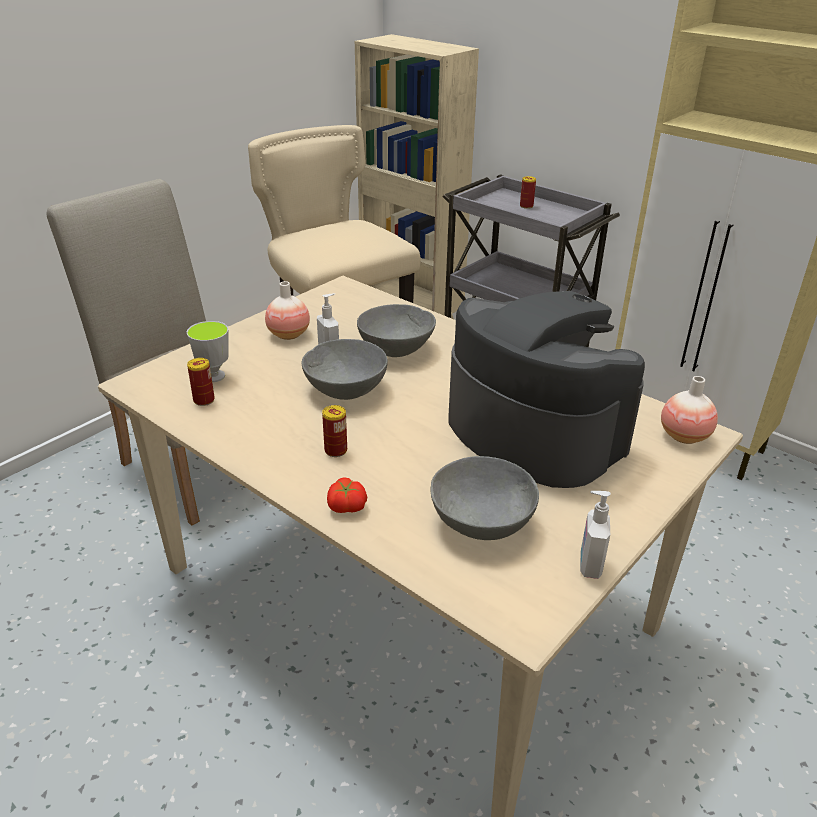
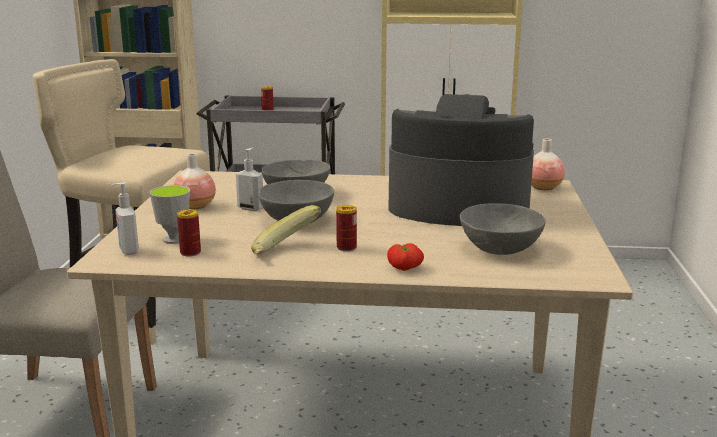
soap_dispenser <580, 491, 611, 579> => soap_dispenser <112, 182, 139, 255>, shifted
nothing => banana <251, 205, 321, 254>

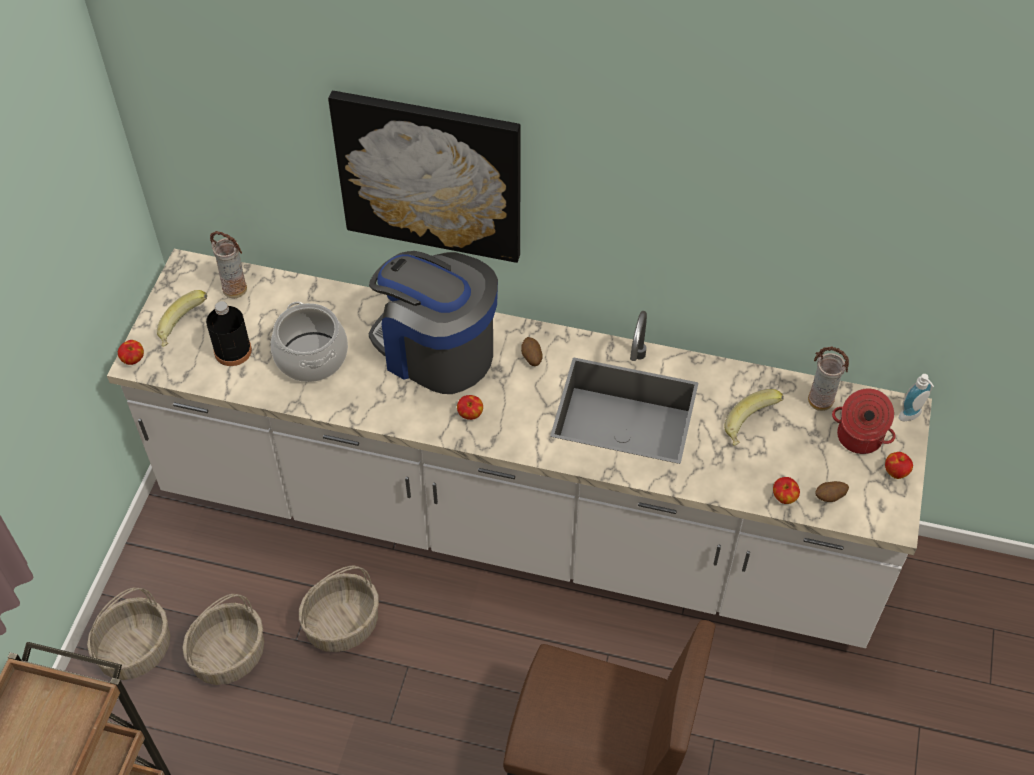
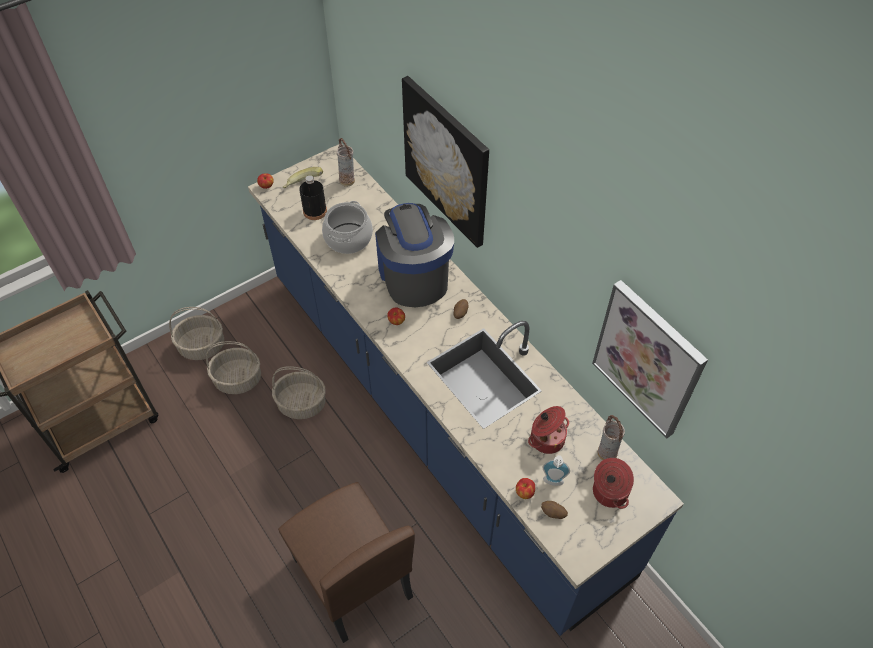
white_counter <107, 249, 932, 648> => blue_counter <248, 144, 684, 636>
soap_dispenser <899, 374, 934, 421> => soap_dispenser <542, 455, 570, 486>, shifted
banana <725, 389, 784, 446> => cooking_pot <528, 406, 569, 454>
apple <885, 452, 913, 479> => nothing
nothing => picture <592, 280, 708, 439>

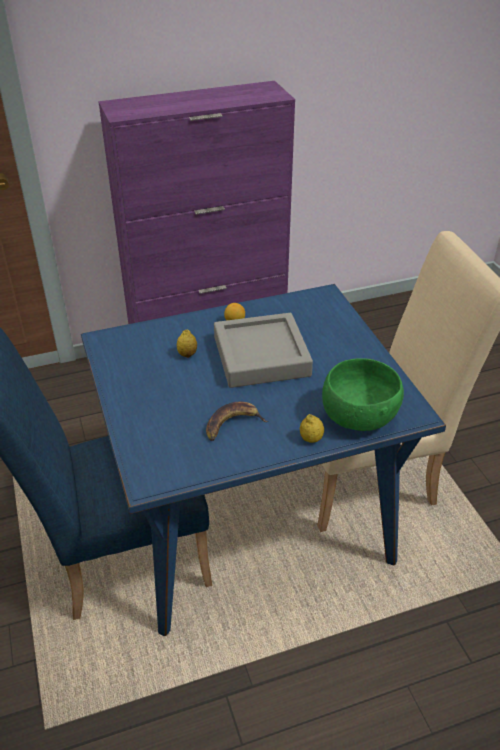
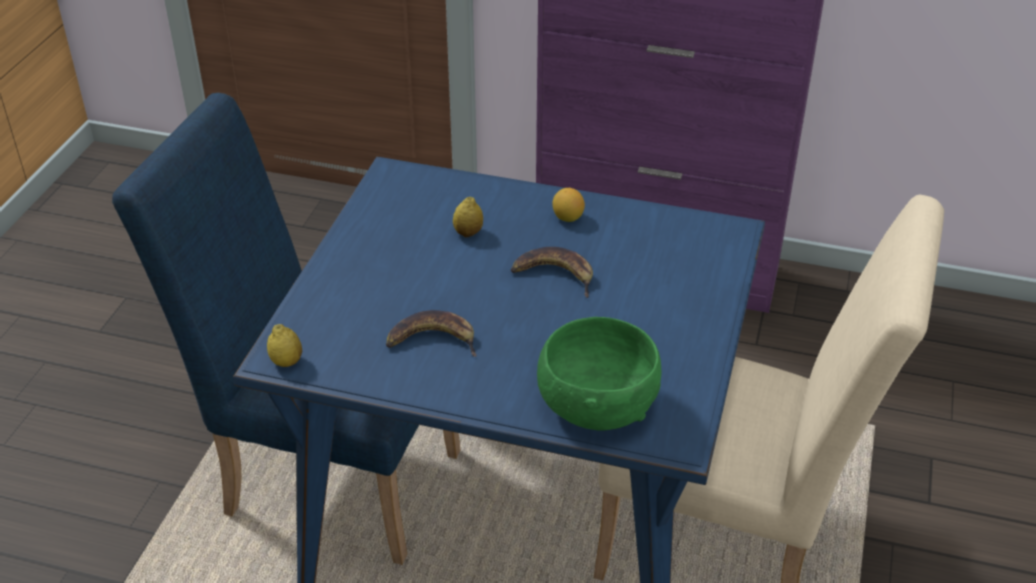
grey_tray <214, 313, 313, 388> => banana <510, 247, 593, 298>
lemon <300, 414, 324, 443> => lemon <267, 324, 302, 367>, shifted

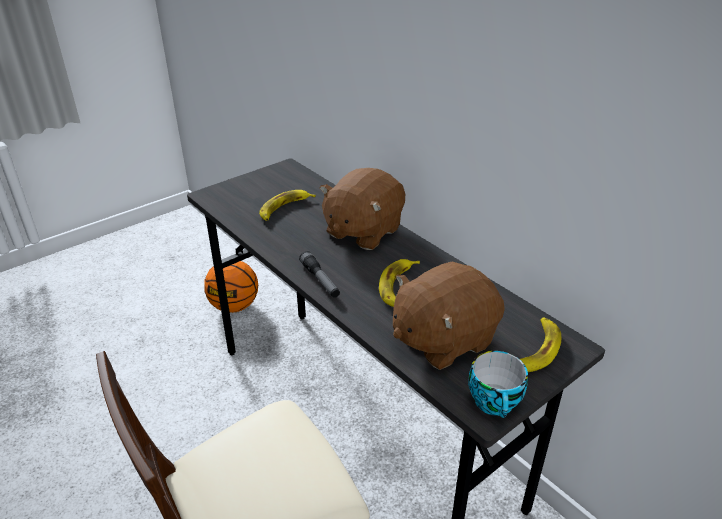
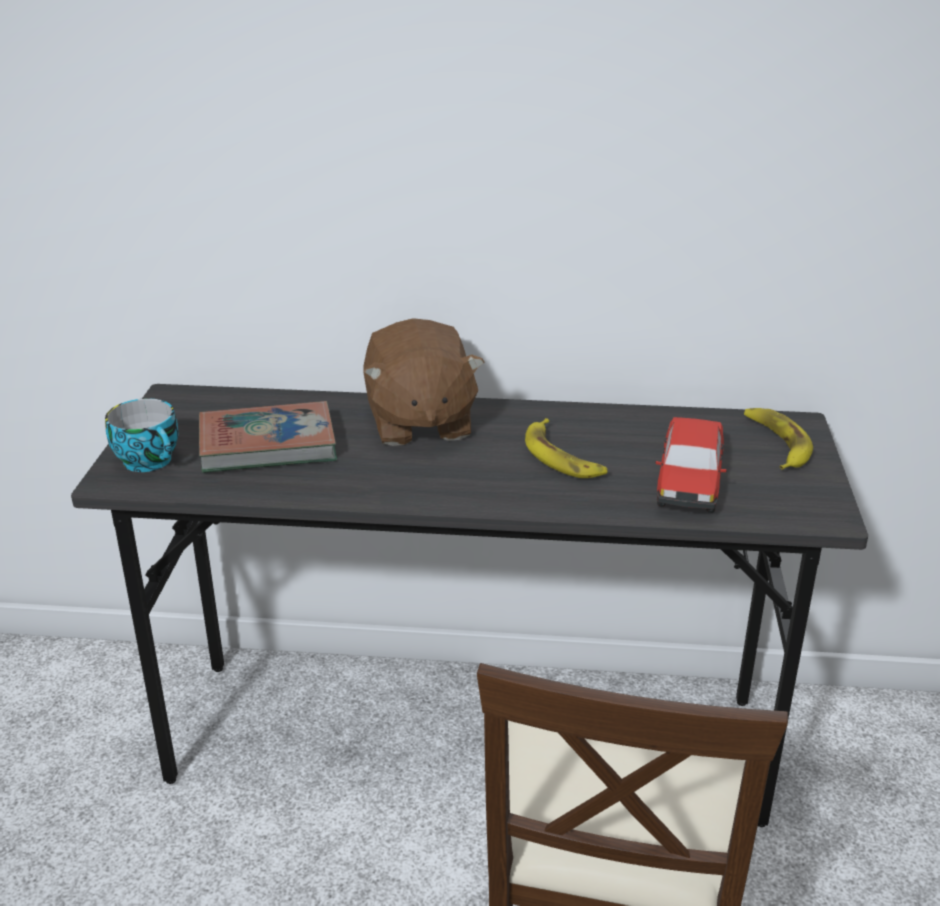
banana <259, 190, 316, 221> => book <199, 401, 337, 473>
flashlight <299, 251, 340, 298> => nothing
basketball <204, 261, 258, 313> => nothing
brown_plush_toy <393, 262, 505, 370> => toy_car <656, 417, 727, 513>
cup <468, 351, 528, 418> => cup <105, 399, 178, 472>, shifted

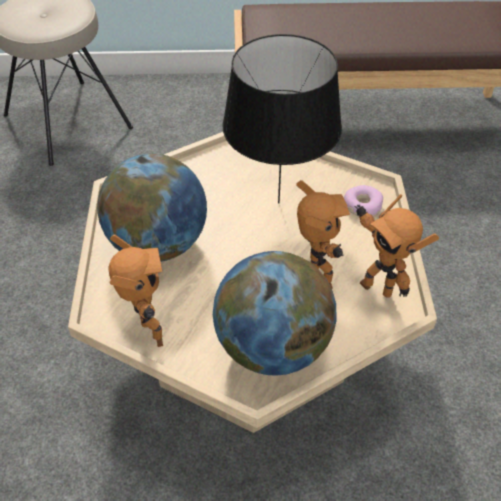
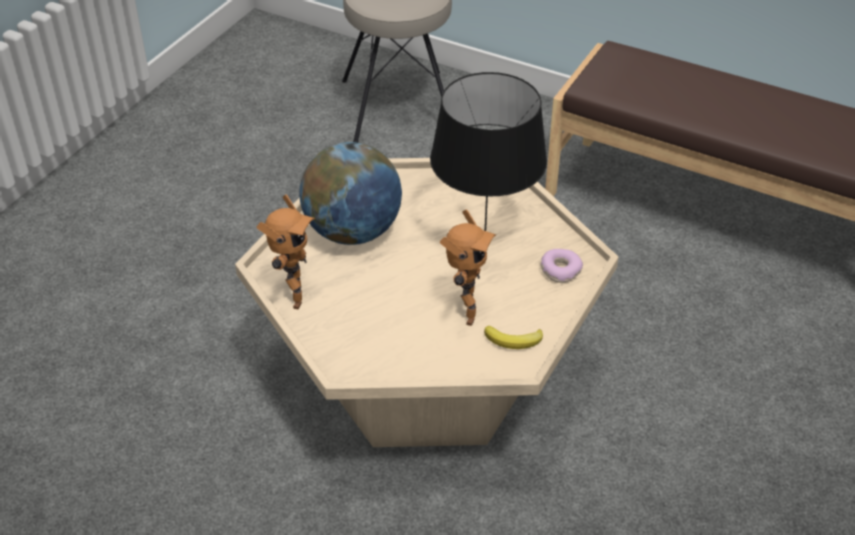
toy_robot <355, 194, 439, 298> => banana <484, 326, 543, 349>
globe <213, 251, 337, 376> => nothing

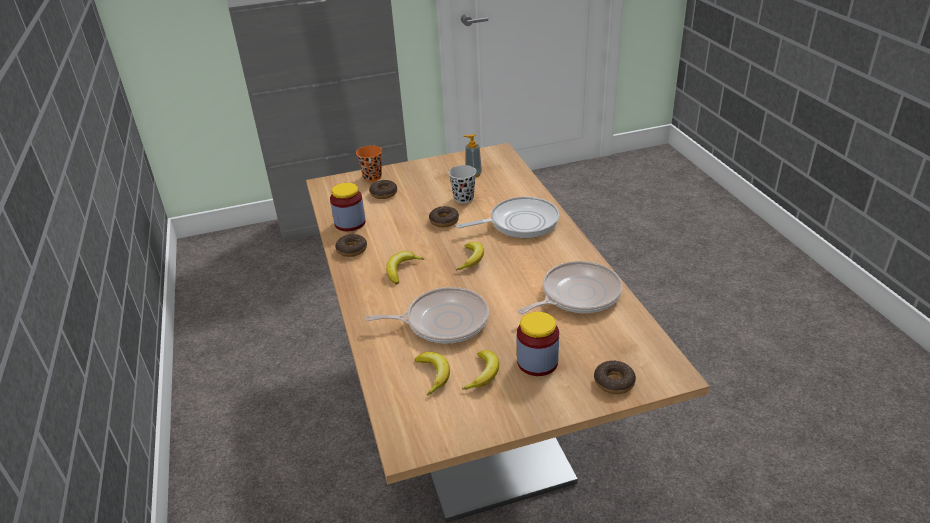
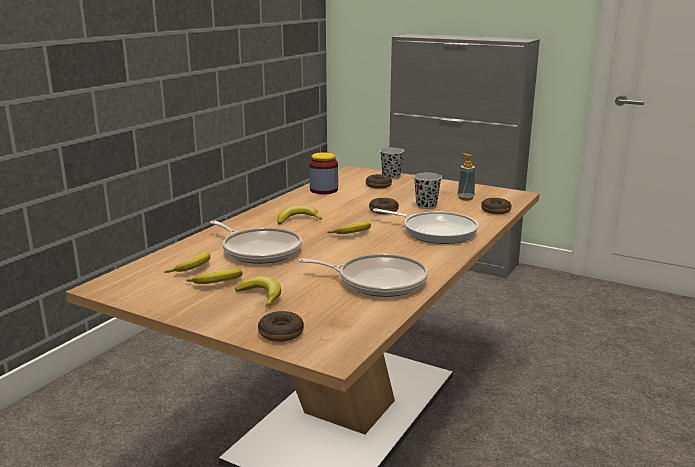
orange_cup <356, 145, 382, 182> => black_cup <380, 148, 404, 179>
donut <335, 234, 367, 257> => donut <481, 198, 512, 214>, shifted
jar <517, 312, 559, 376> => banana <235, 276, 281, 307>

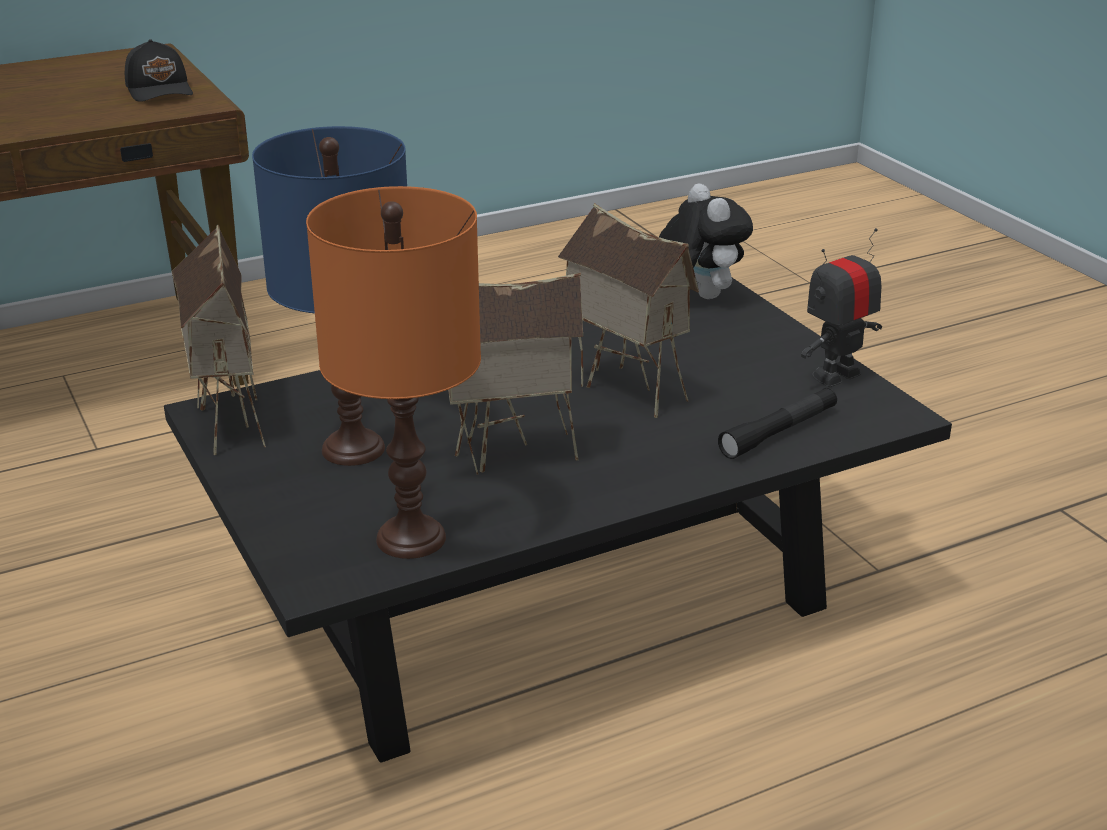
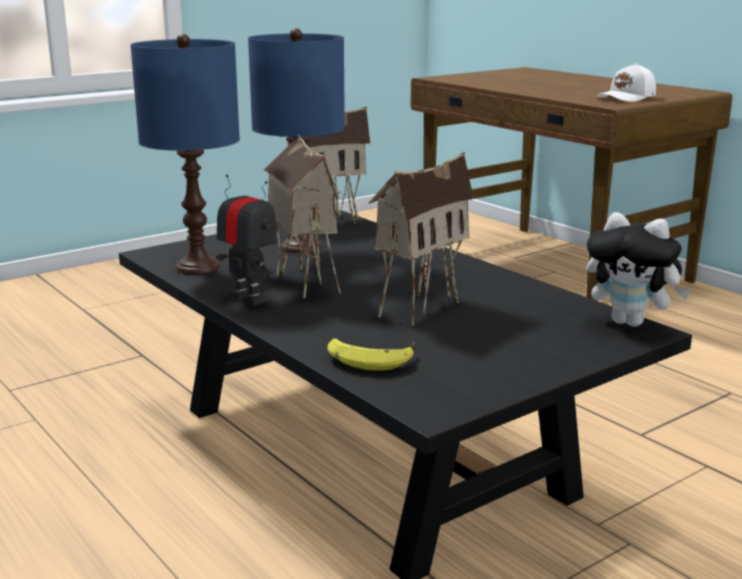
black_cap <125, 39, 193, 102> => white_cap <596, 63, 656, 102>
plush_toy <659, 184, 753, 299> => plush_toy <587, 212, 691, 327>, 60 degrees clockwise
orange_table_lamp <306, 186, 481, 559> => blue_table_lamp <130, 34, 240, 274>
toy_robot <801, 228, 882, 387> => toy_robot <216, 174, 278, 306>, shifted
black_flashlight <718, 387, 837, 459> => banana <327, 338, 415, 371>

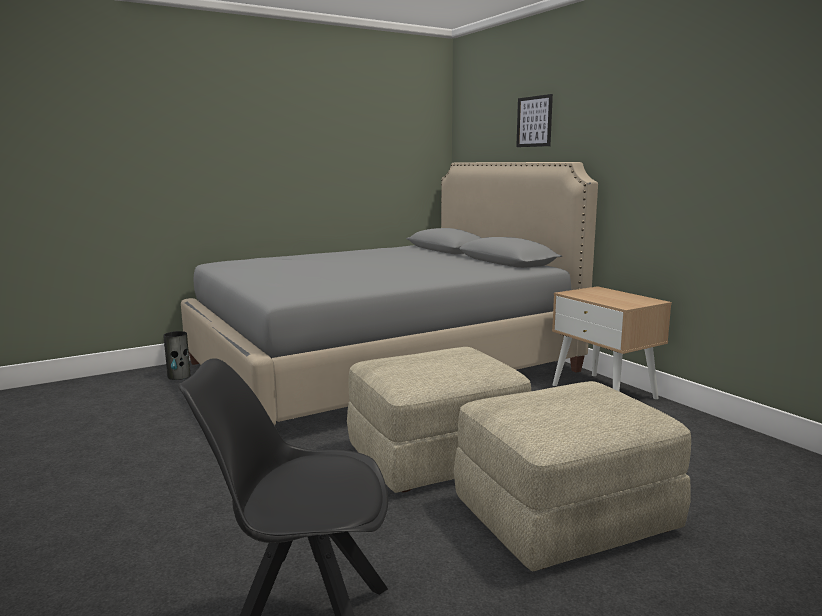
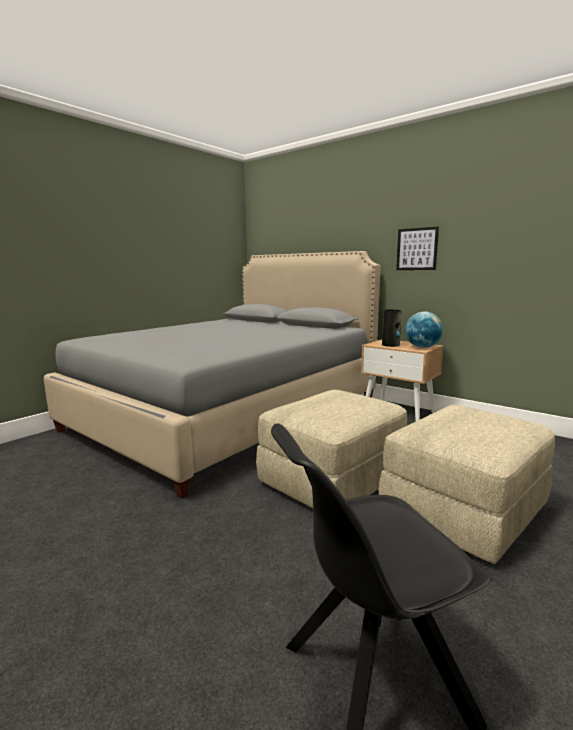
picture <516, 94, 553, 147> => picture <396, 227, 439, 270>, shifted
vase <163, 331, 190, 380> => vase <382, 310, 402, 347>, shifted
nothing => globe <405, 311, 443, 348>

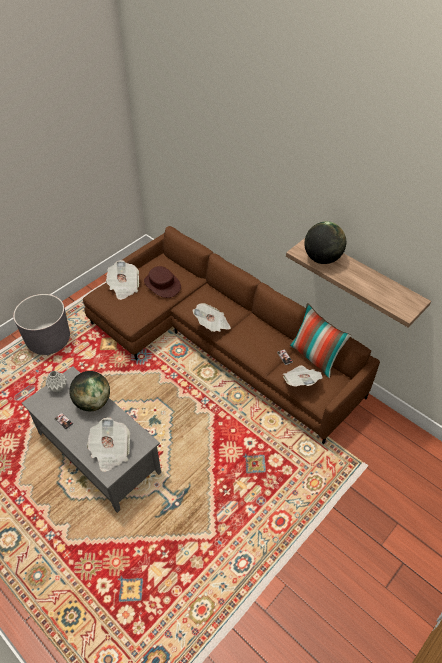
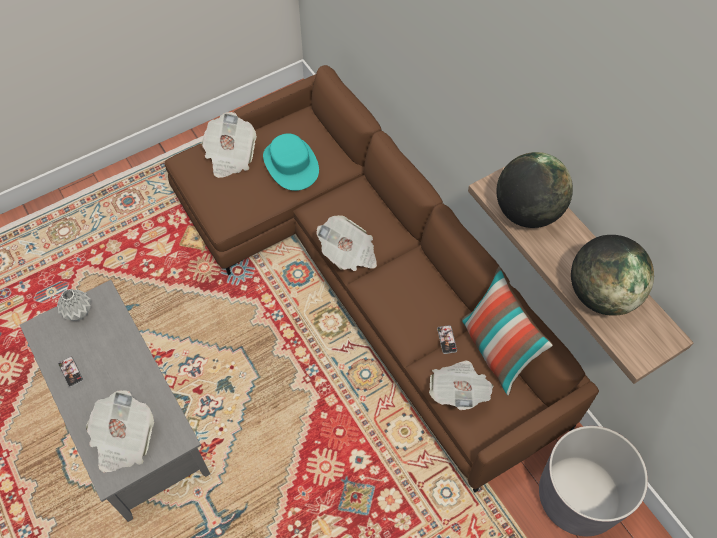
brown_hat <144, 266, 181, 298> => turquoise_hat <263, 133, 319, 191>
grey_planter <13, 294, 70, 355> => grey_planter <539, 426, 648, 536>, shifted
globe <69, 371, 110, 411> => globe <571, 235, 654, 316>, shifted

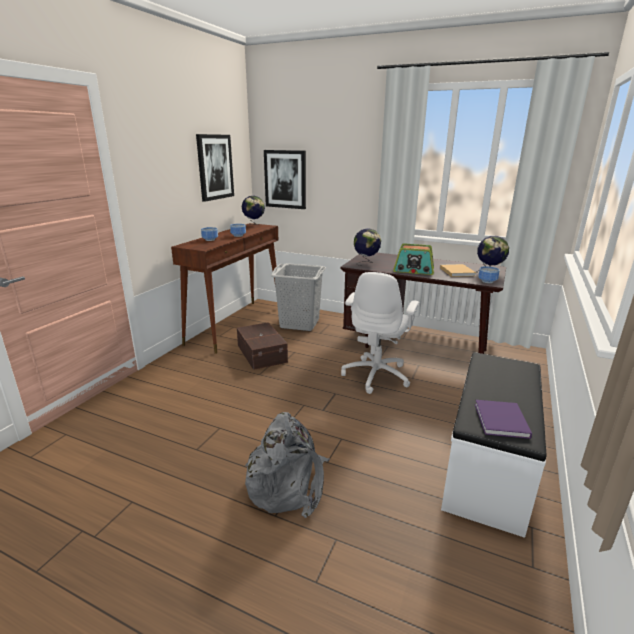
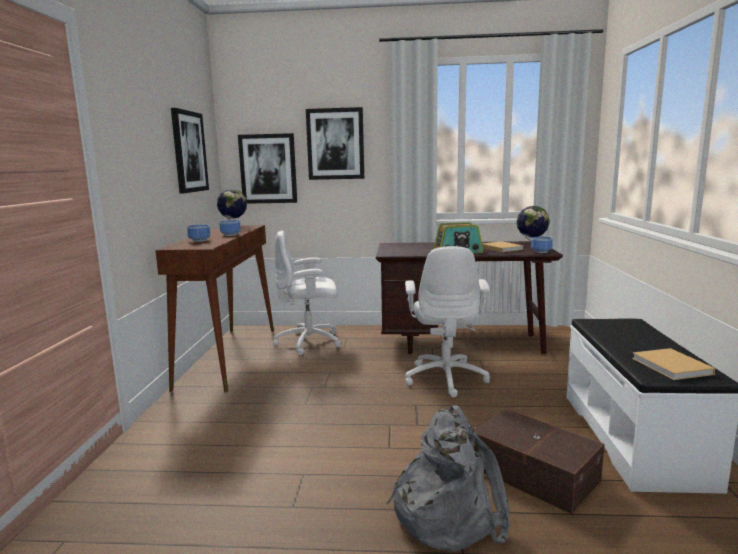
globe <354, 228, 381, 266> => nothing
grey_laundry_basket <271, 263, 326, 331> => white_office_chair <273, 230, 341, 355>
brown_storage_box <237, 322, 288, 370> => brown_storage_box <474, 409, 605, 514>, shifted
purple_book <475, 400, 532, 439> => beige_book <632, 348, 716, 380>
nothing => picture <306, 107, 364, 180>

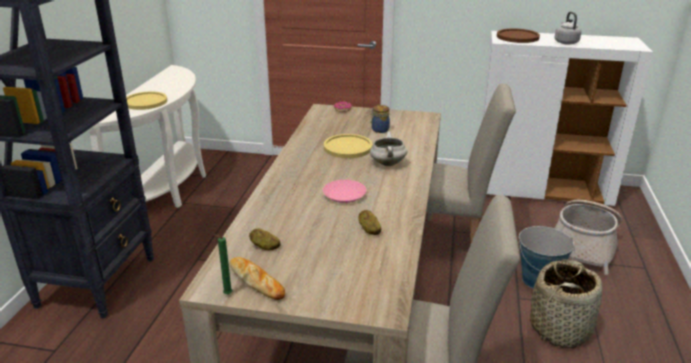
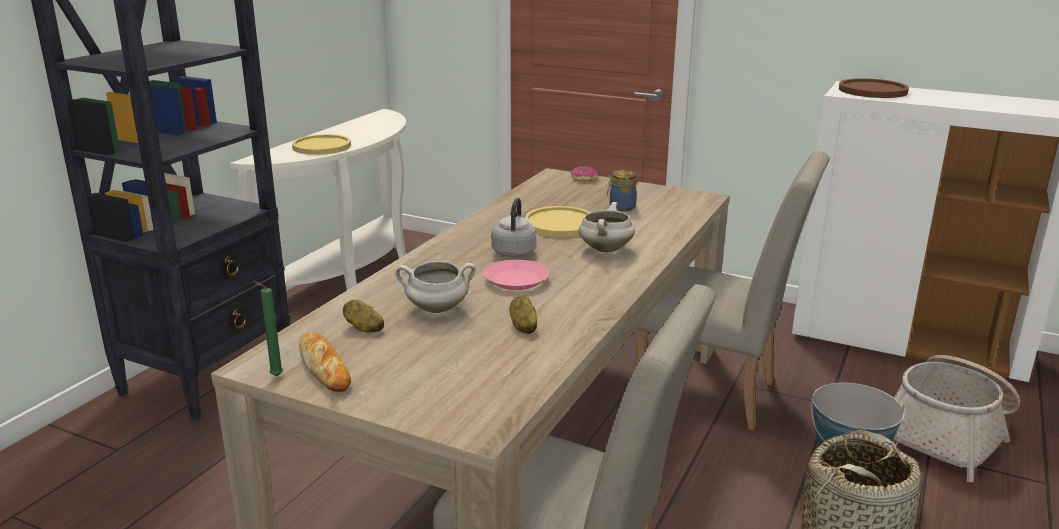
grey_kettle <555, 12, 581, 45> => grey_kettle <491, 197, 537, 257>, shifted
nothing => white_cooking_pot <396, 261, 475, 313>

